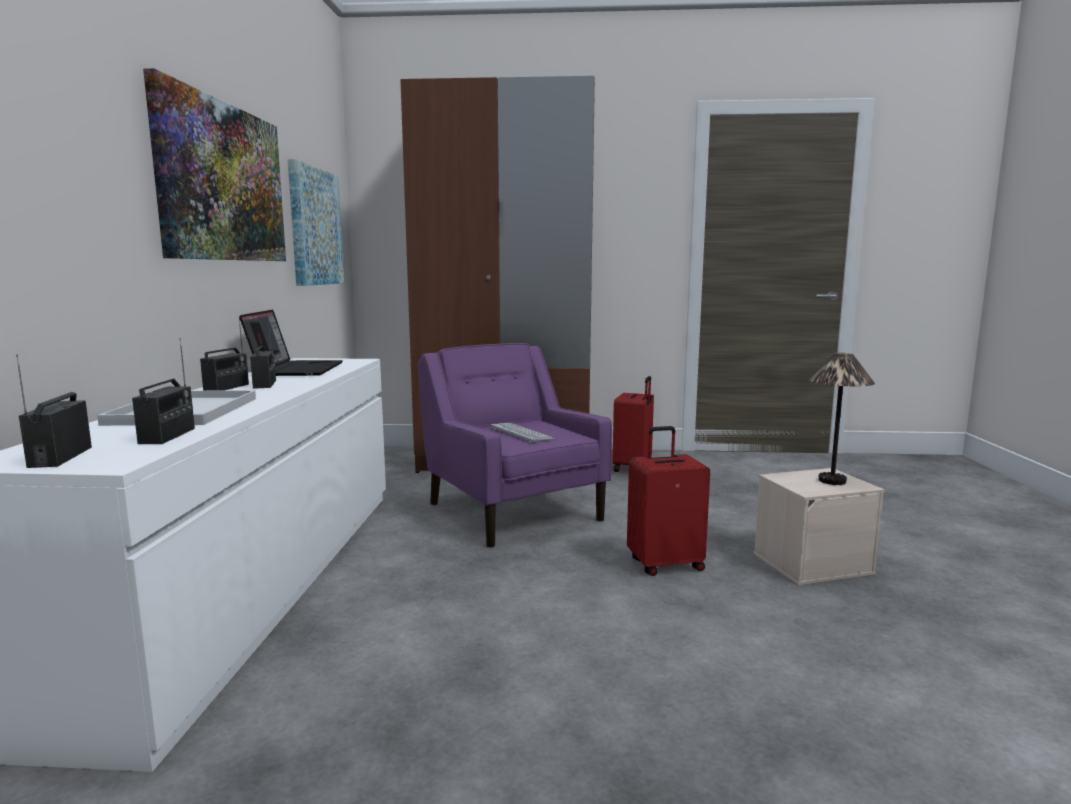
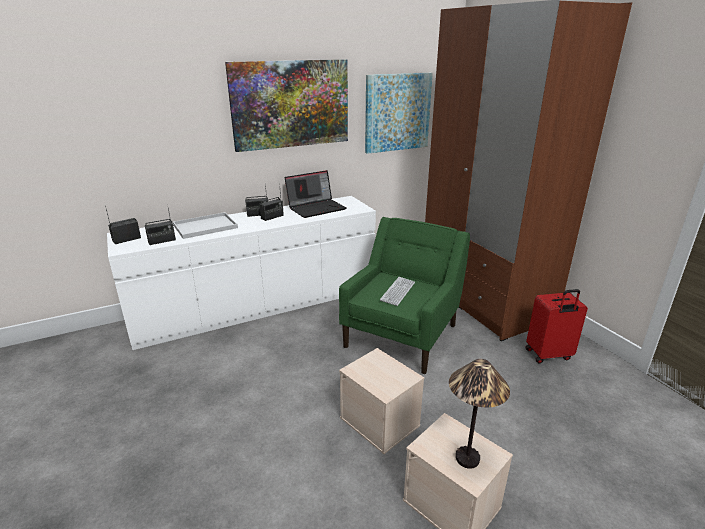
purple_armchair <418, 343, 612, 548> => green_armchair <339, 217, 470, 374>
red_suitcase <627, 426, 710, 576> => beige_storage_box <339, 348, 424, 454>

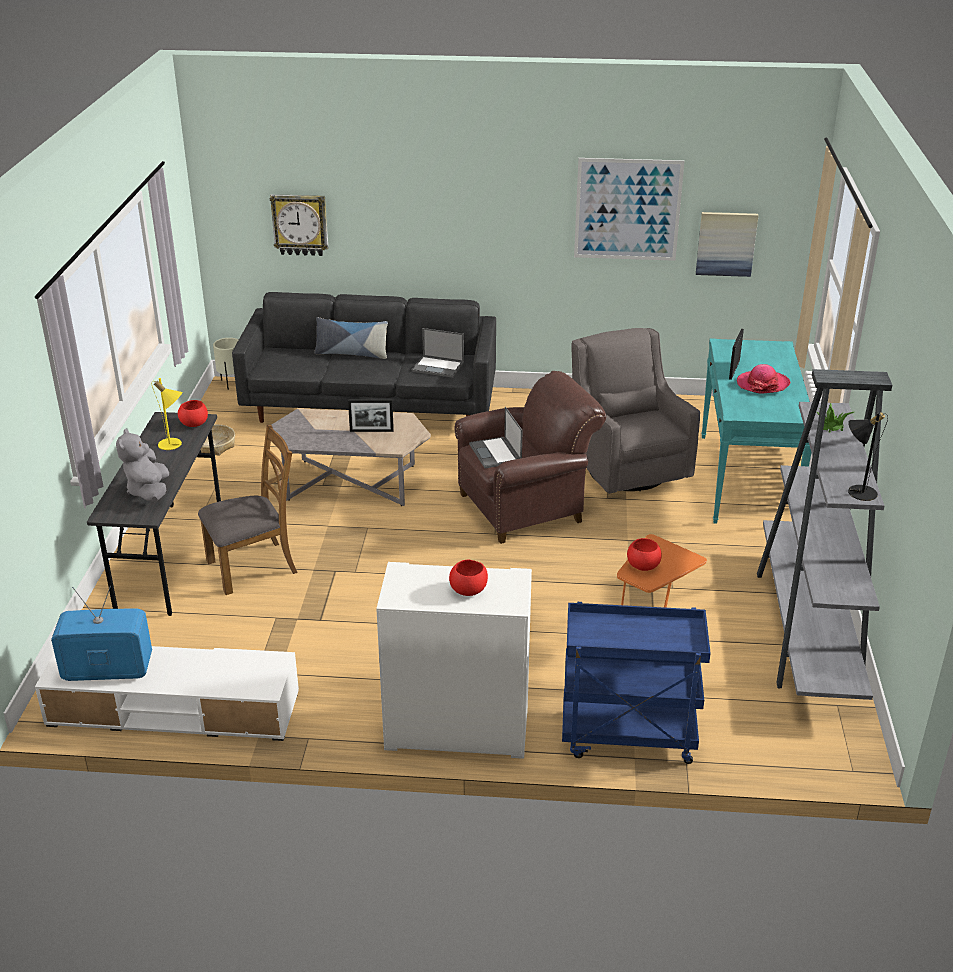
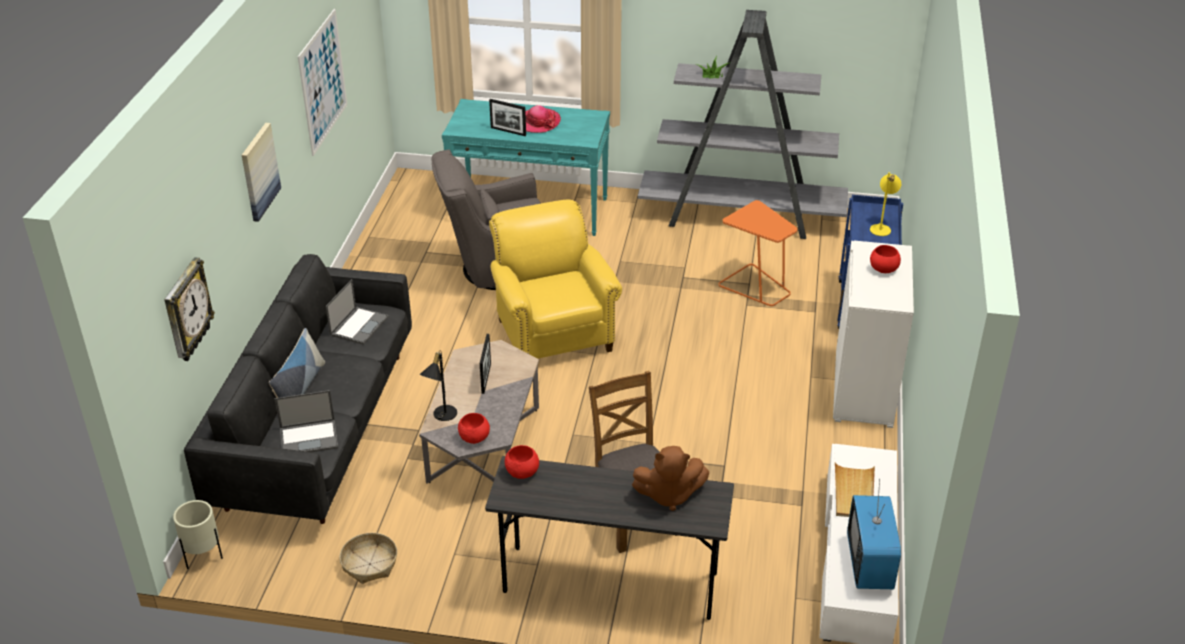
picture <696, 212, 759, 277> => picture <242, 123, 281, 222>, shifted
brown_armchair <454, 371, 606, 544> => yellow_armchair <489, 200, 622, 359>
yellow_table_lamp <152, 378, 182, 450> => yellow_table_lamp <870, 172, 901, 236>, shifted
laptop <469, 407, 523, 468> => laptop <275, 390, 338, 452>, shifted
black_table_lamp <848, 412, 888, 501> => black_table_lamp <419, 350, 457, 421>, shifted
grey_plush_toy <116, 429, 169, 502> => brown_plush_toy <632, 446, 709, 511>
red_bowl <627, 538, 662, 571> => red_bowl <458, 413, 490, 444>, shifted
nothing => beige_tray <835, 462, 875, 517>

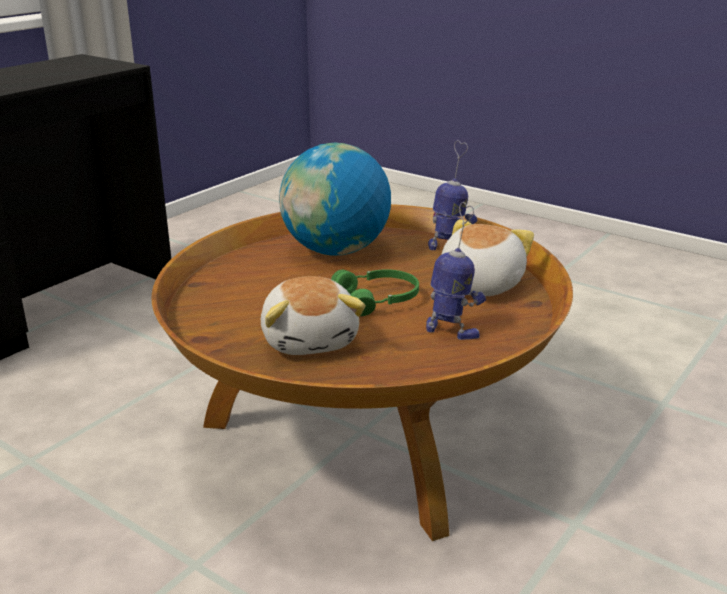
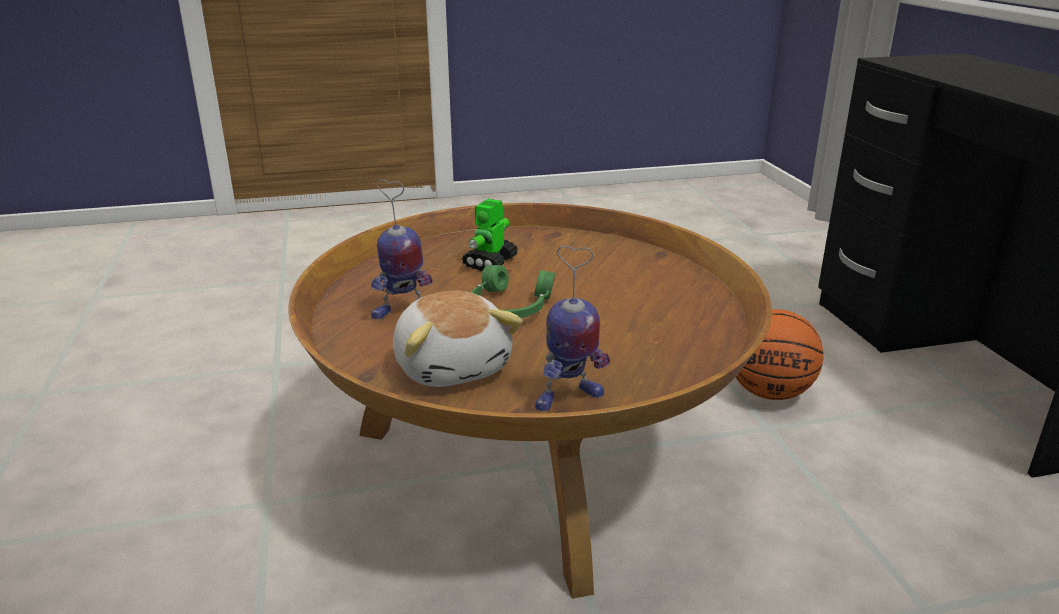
globe <279, 143, 391, 255> => nothing
plush_toy <261, 276, 365, 355> => toy_robot <462, 199, 518, 271>
nothing => basketball <736, 309, 824, 400>

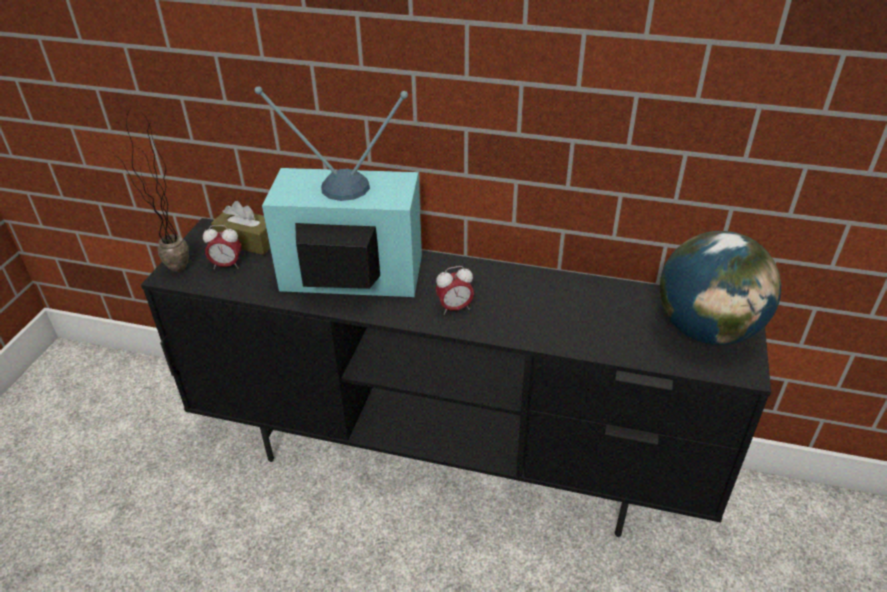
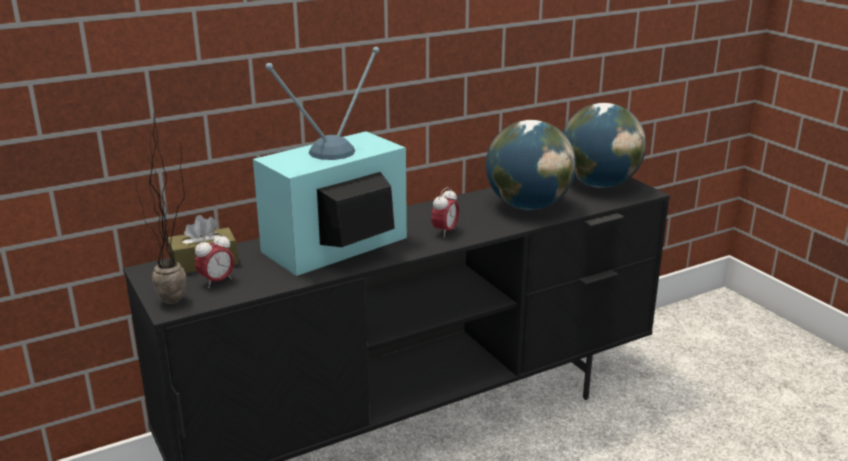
nothing => globe <486, 120, 576, 210>

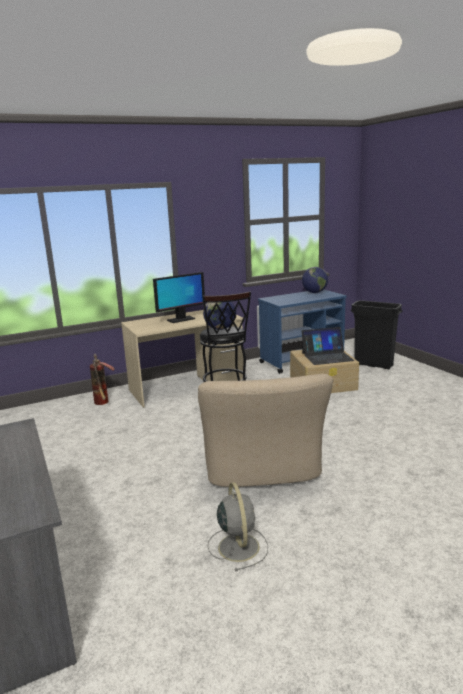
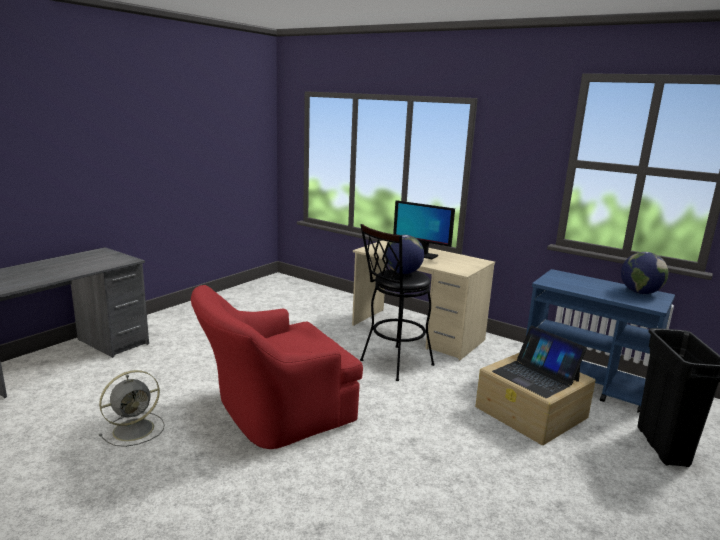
fire_extinguisher <90, 354, 115, 405> => nothing
beige_armchair <198, 374, 333, 487> => red_armchair <191, 285, 363, 449>

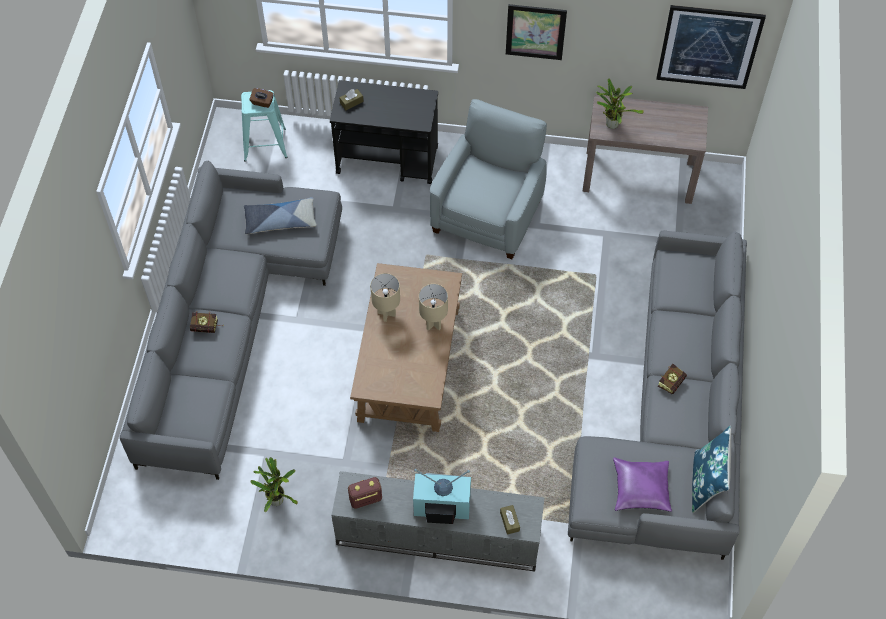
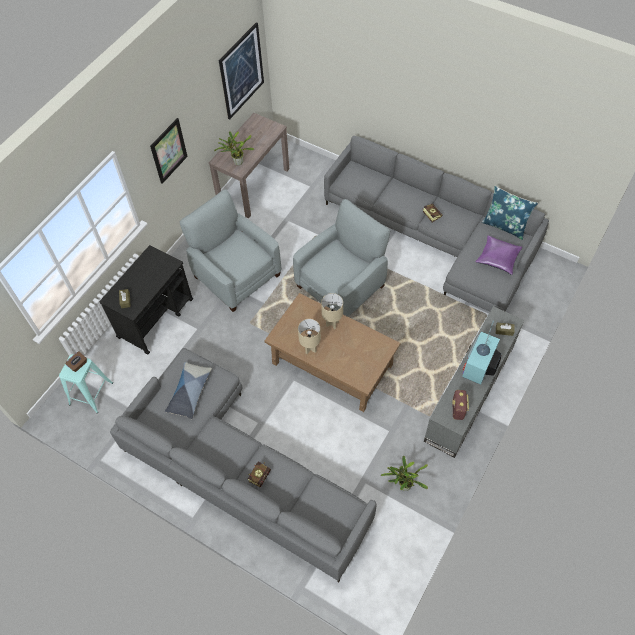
nothing => grey_armchair <293, 199, 390, 317>

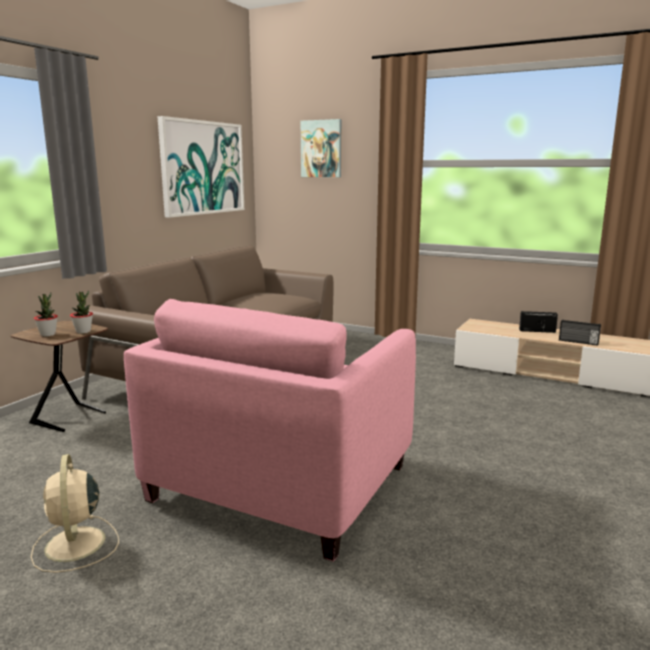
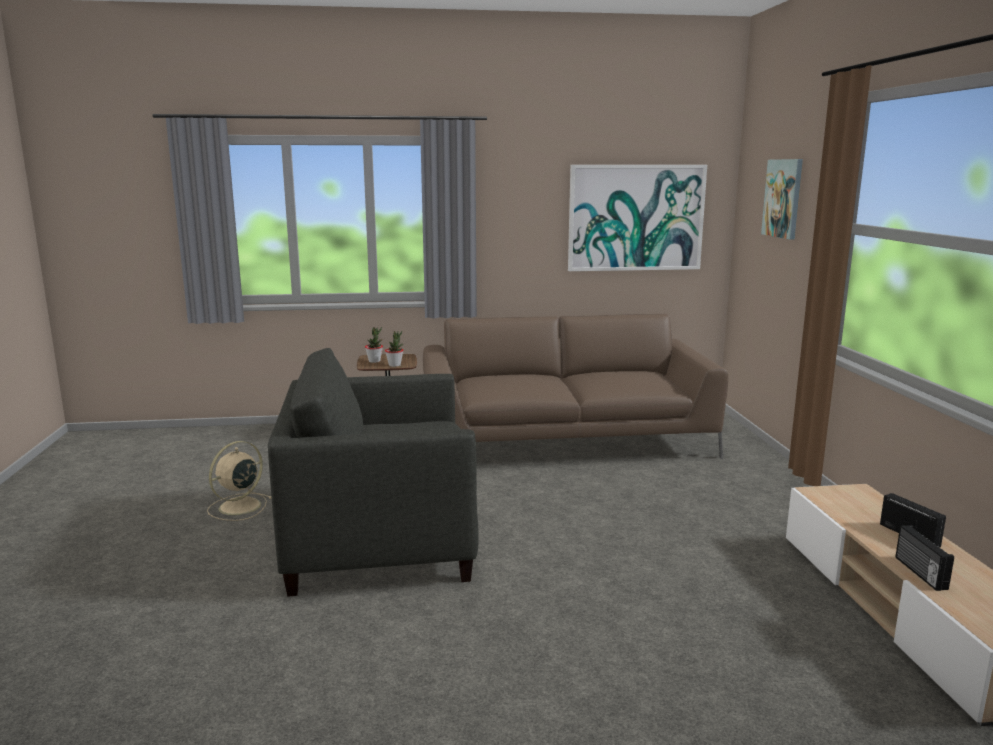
pink_armchair <124, 299, 416, 562> => grey_armchair <268, 348, 479, 597>

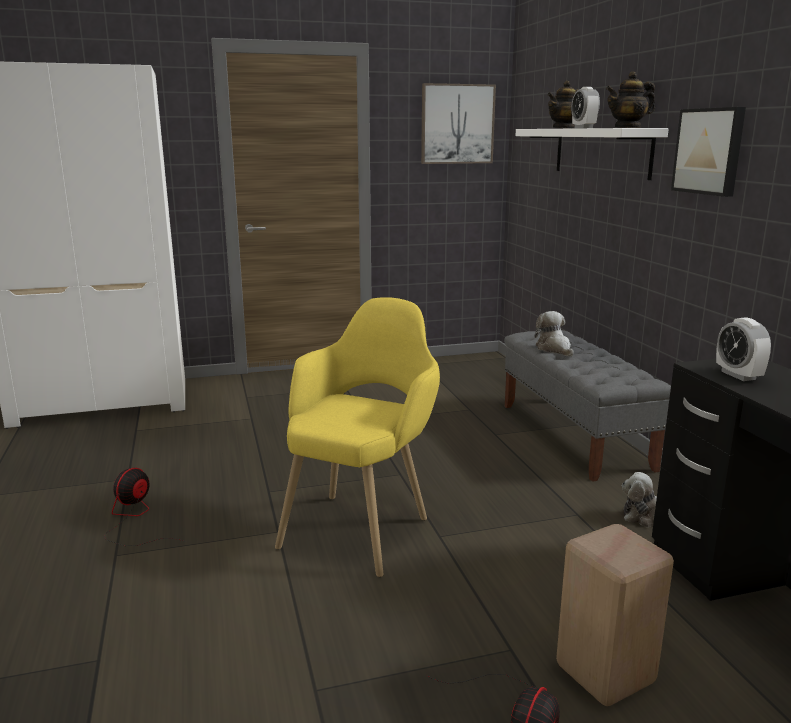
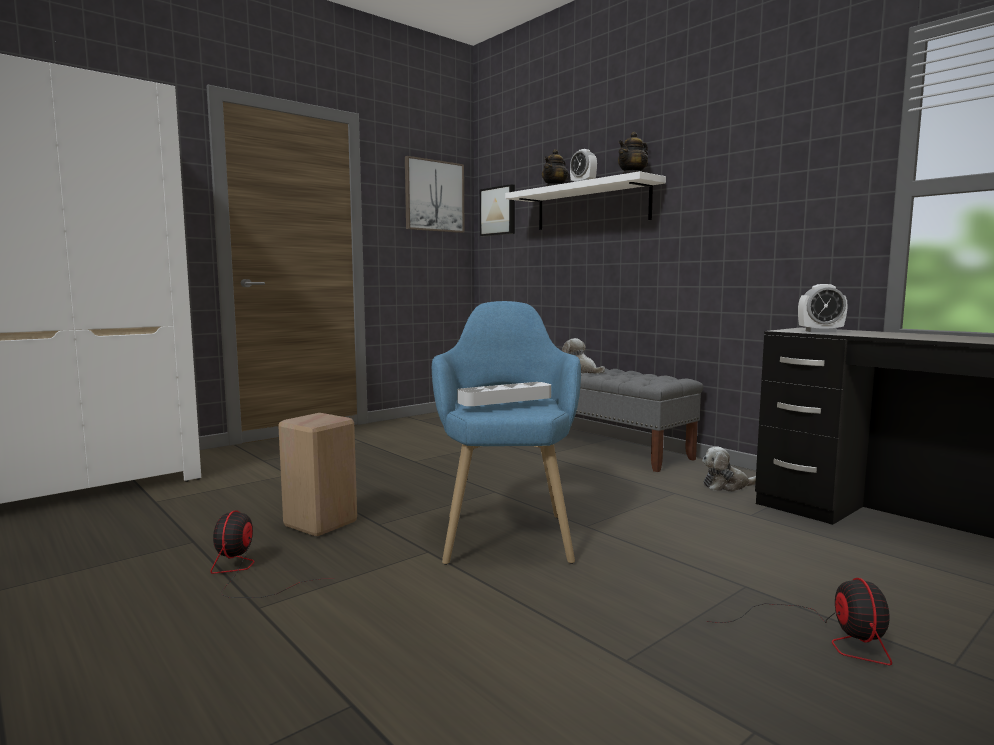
picture <671, 107, 746, 197> => picture <480, 184, 515, 236>, shifted
yellow_armchair <275, 297, 440, 577> => blue_armchair <432, 301, 581, 565>
alarm_clock <716, 317, 771, 381> => alarm_clock <798, 284, 848, 332>, 45 degrees counterclockwise
beige_stool <556, 524, 674, 706> => beige_stool <278, 413, 357, 536>, shifted
nothing => grey_tray <457, 382, 551, 406>

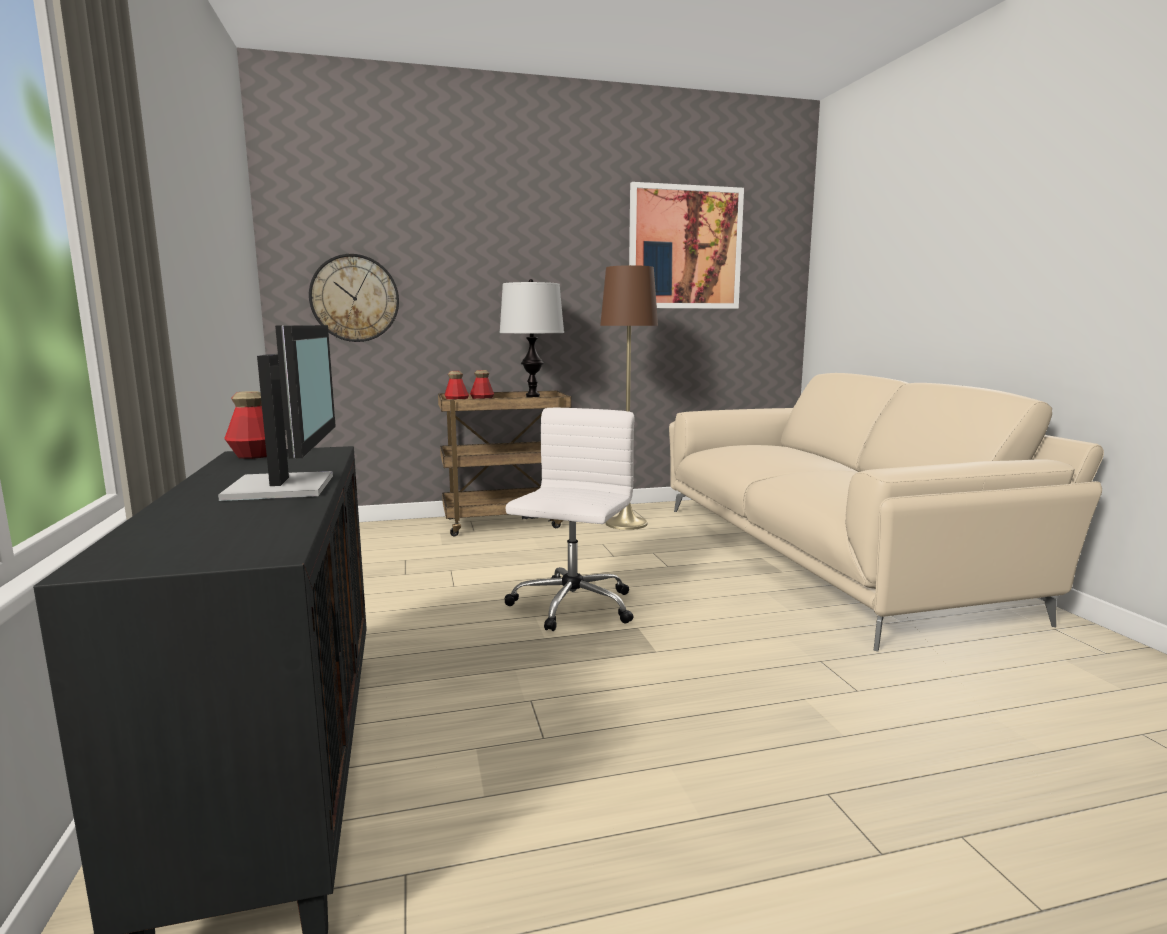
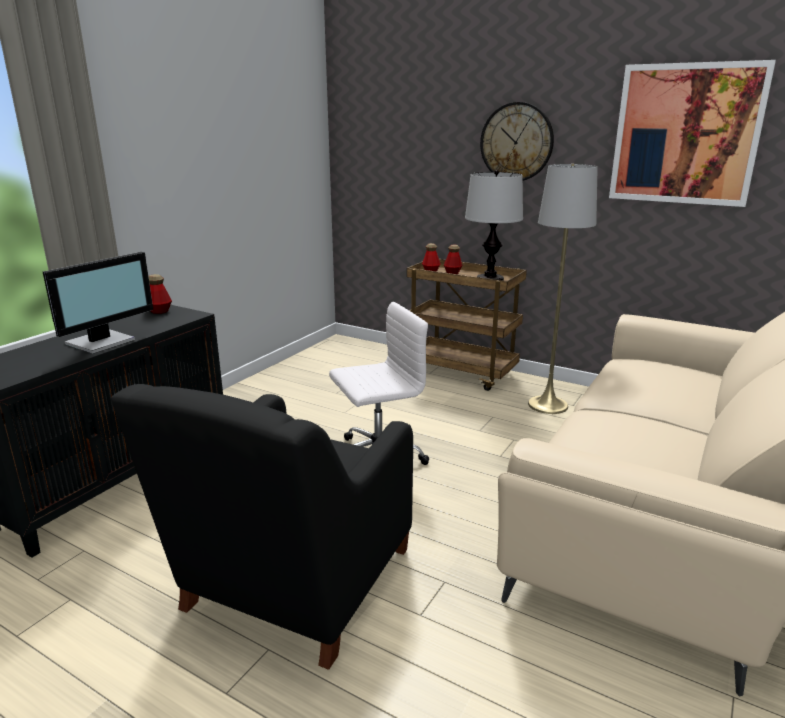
wall_clock <309, 254, 399, 342> => wall_clock <480, 102, 554, 181>, shifted
brown_floor_lamp <600, 265, 658, 530> => grey_floor_lamp <528, 164, 598, 414>
nothing => black_armchair <111, 384, 413, 670>

